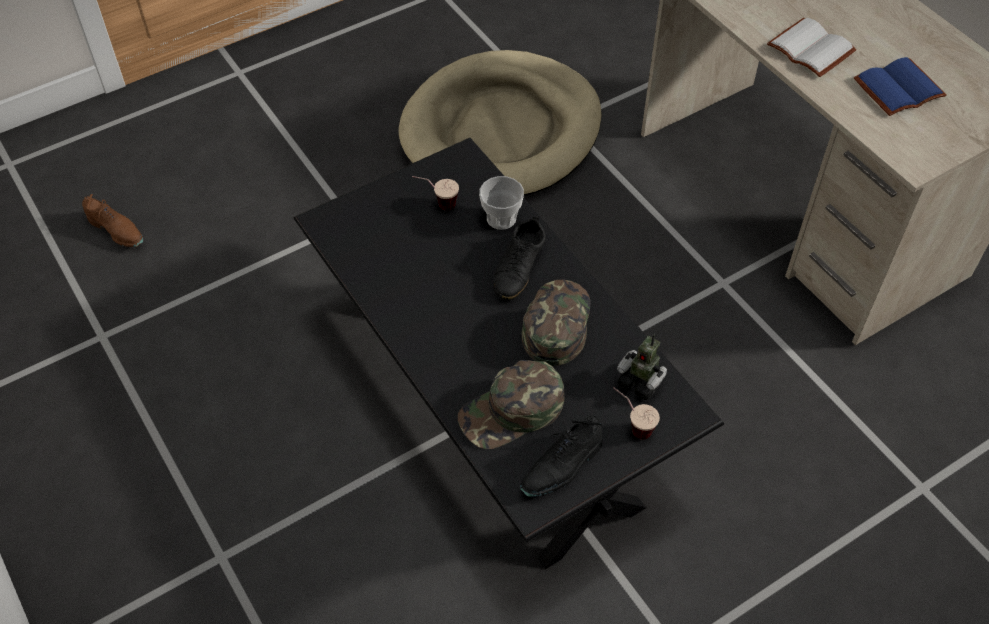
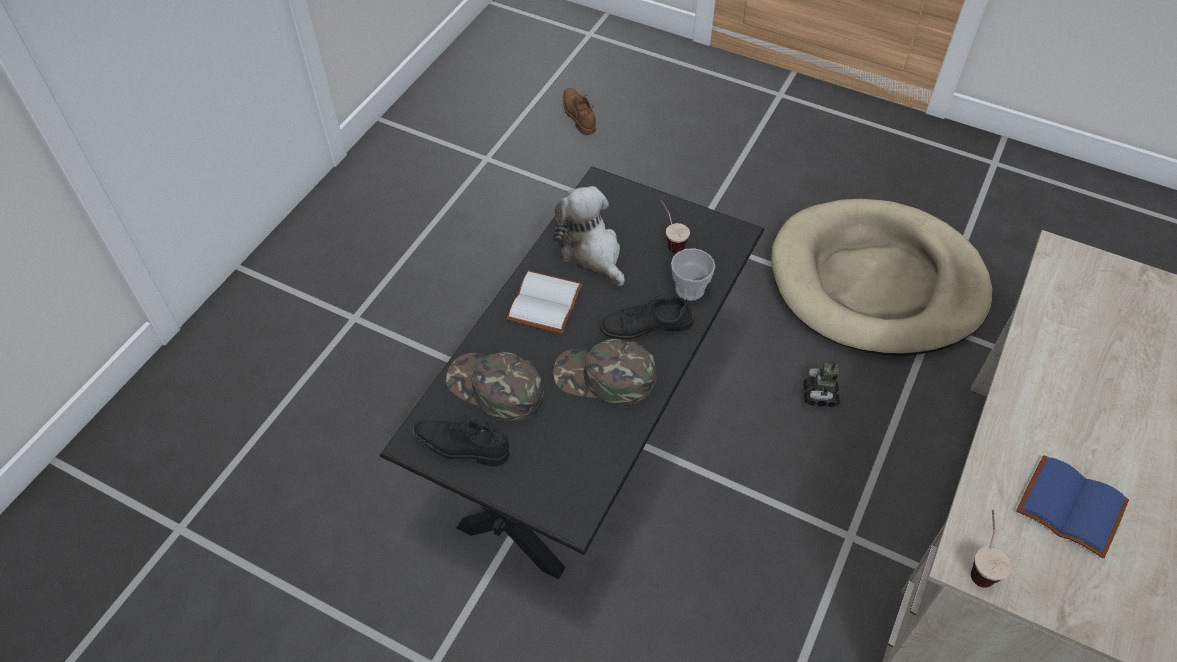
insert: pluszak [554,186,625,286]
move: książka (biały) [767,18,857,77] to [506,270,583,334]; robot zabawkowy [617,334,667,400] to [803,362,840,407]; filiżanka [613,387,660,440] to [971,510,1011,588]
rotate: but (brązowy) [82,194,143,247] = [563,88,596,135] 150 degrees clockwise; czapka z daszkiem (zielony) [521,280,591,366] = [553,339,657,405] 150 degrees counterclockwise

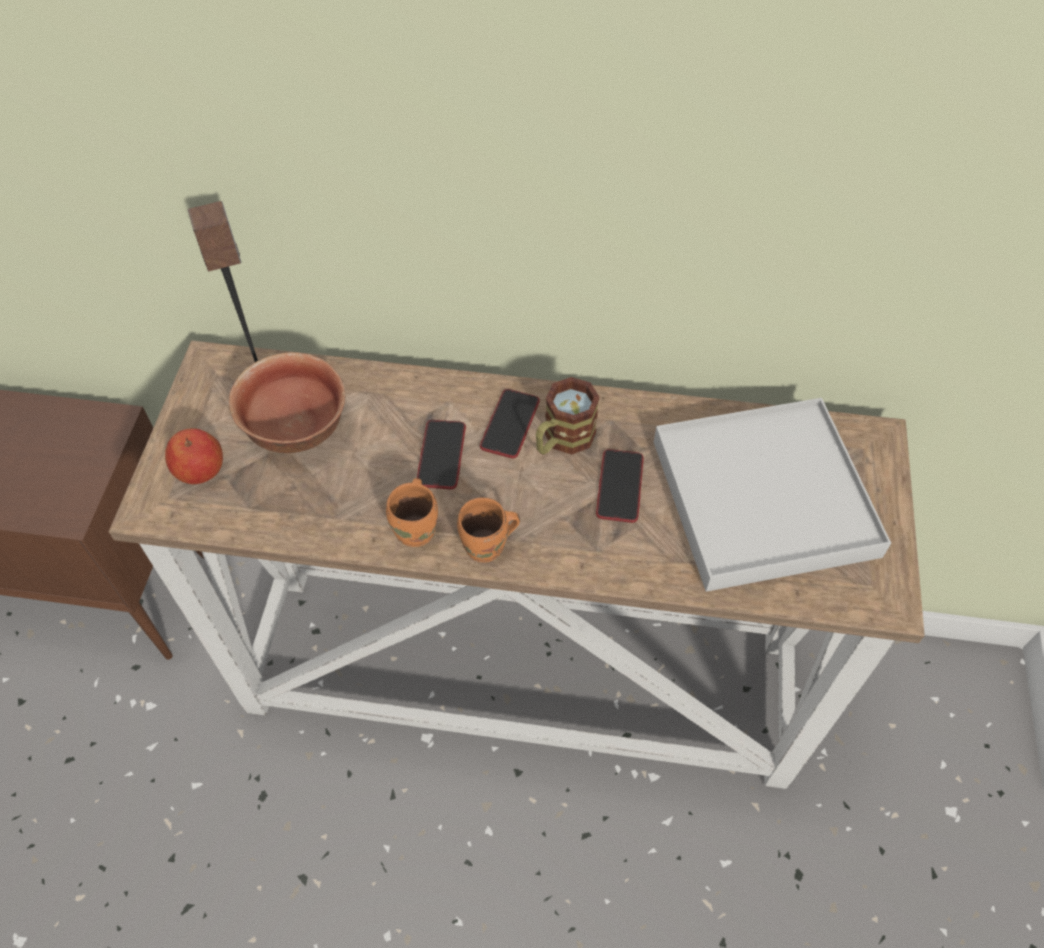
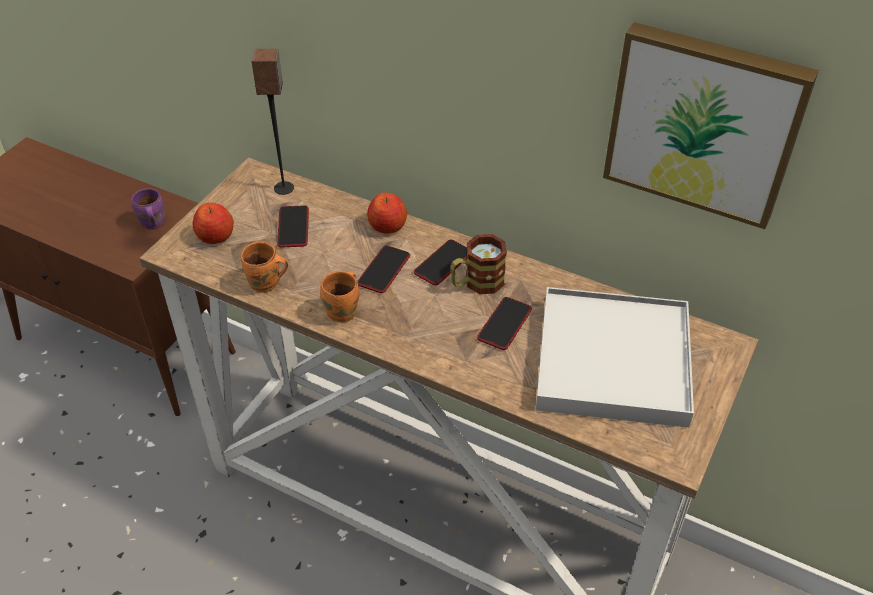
insert: obraz [603,22,819,229]; kubek (fioletowy) [131,189,165,230]; jabłko [367,193,407,234]
move: kubek (pomarańczowy) [457,497,520,562] to [241,242,288,293]
replace: miska [229,352,345,453] to telefon [277,205,309,248]

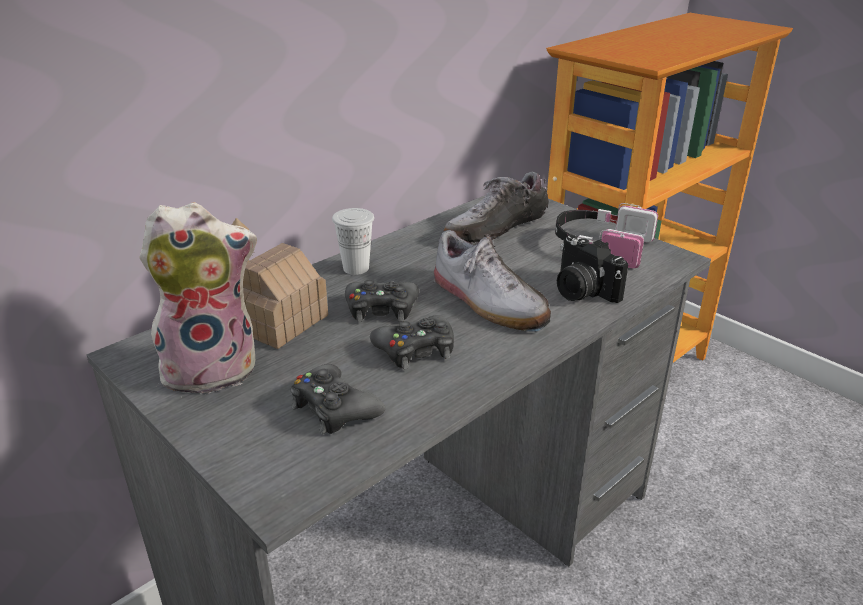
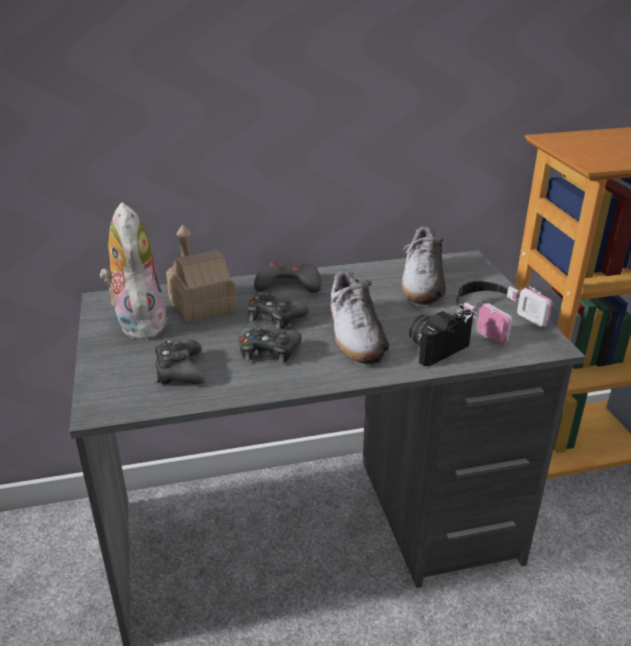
replace: filiżanka (biały) [332,208,374,275] to pad do gier (szary) [254,261,322,293]
rotate: but [443,172,549,243] = [401,226,446,306] 75 degrees counterclockwise; pluszak [140,202,257,394] = [99,202,168,339] 120 degrees counterclockwise; aparat fotograficzny [557,235,628,303] = [409,309,473,366] 60 degrees clockwise

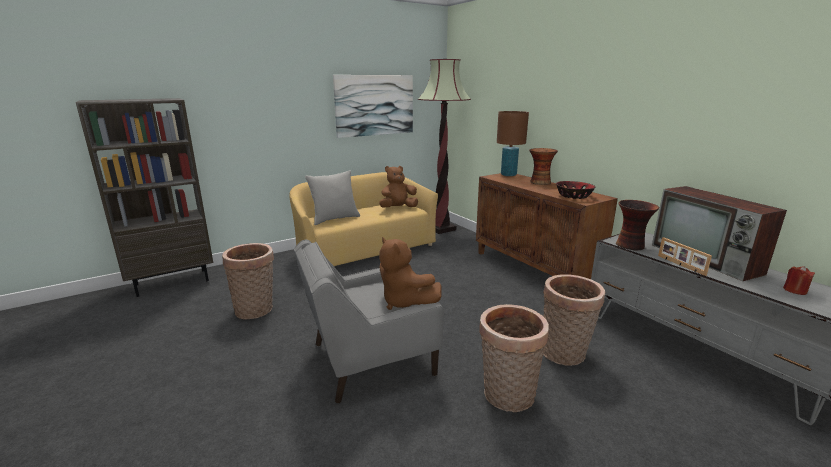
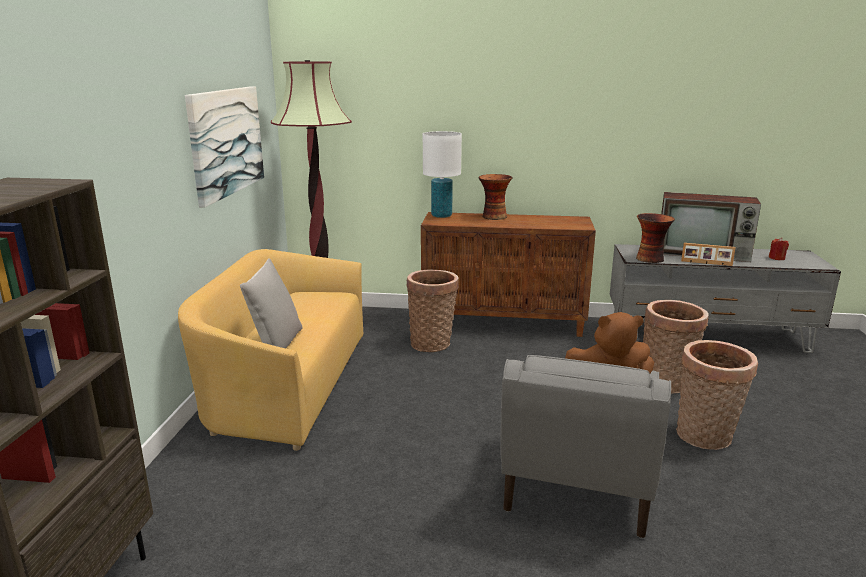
delete: pluszak (brązowy) [379,166,418,207]; miska [556,181,596,199]
move: koszyk [222,243,274,320] to [406,269,459,352]
recolor: lampa stołowa (brązowy) [497,111,529,176] to lampa stołowa (biały) [423,131,462,218]

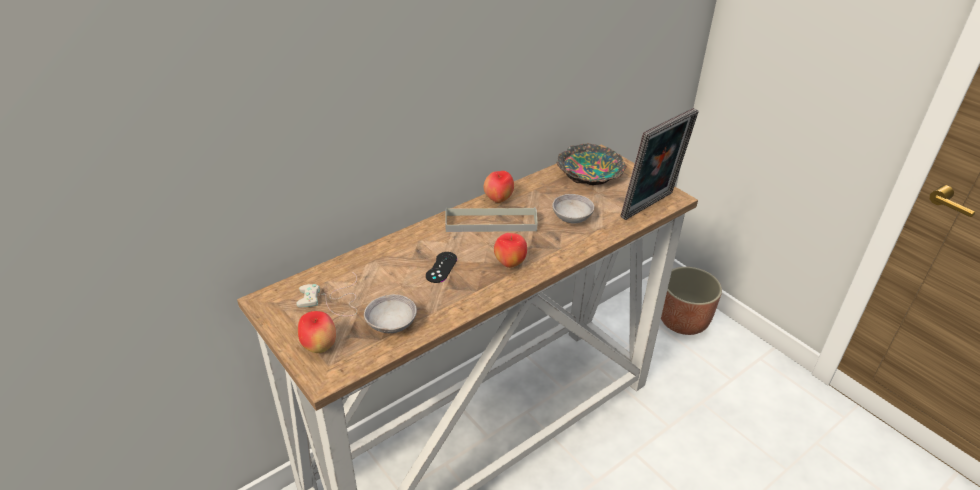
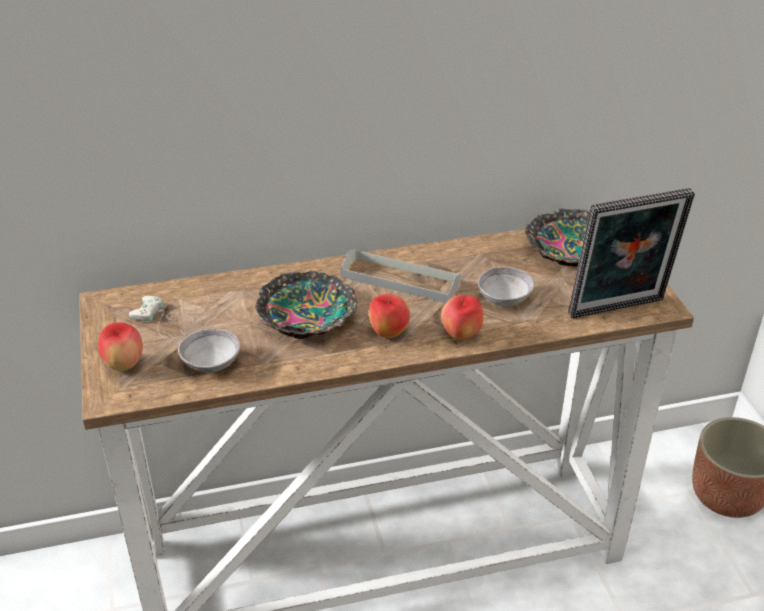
move: jabłko [483,171,514,203] to [441,295,484,340]
replace: pad do gier (czarny) [426,252,457,283] to miska [255,270,357,339]

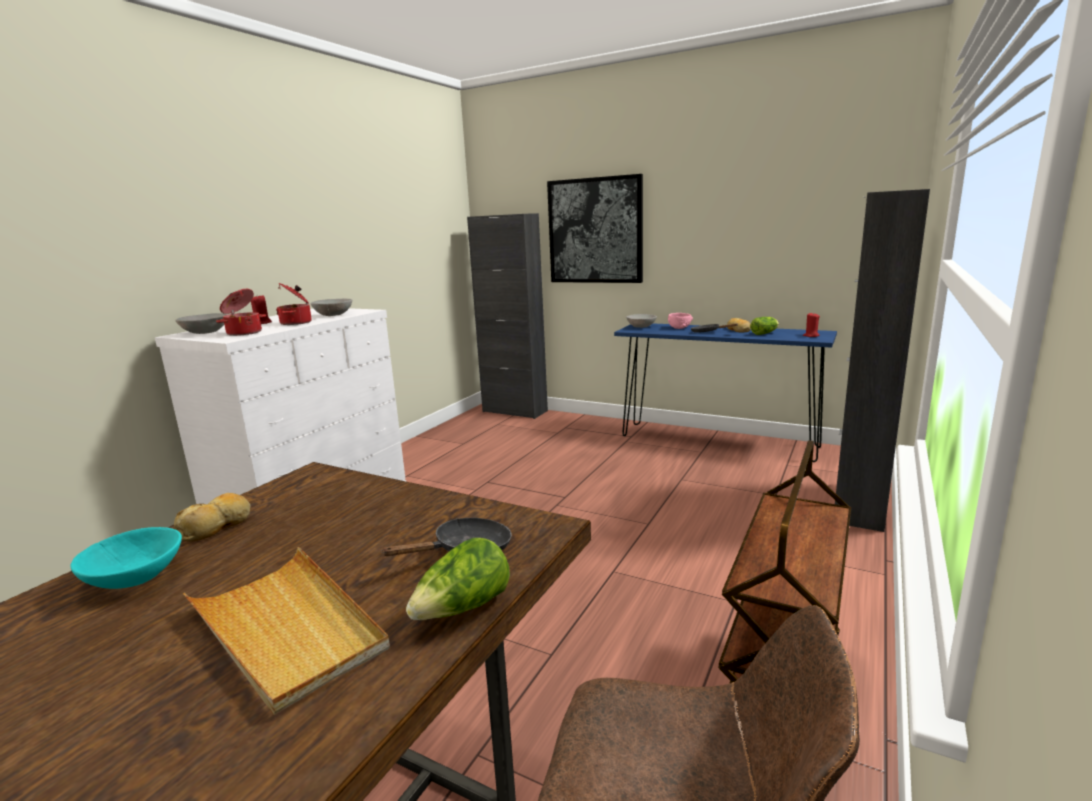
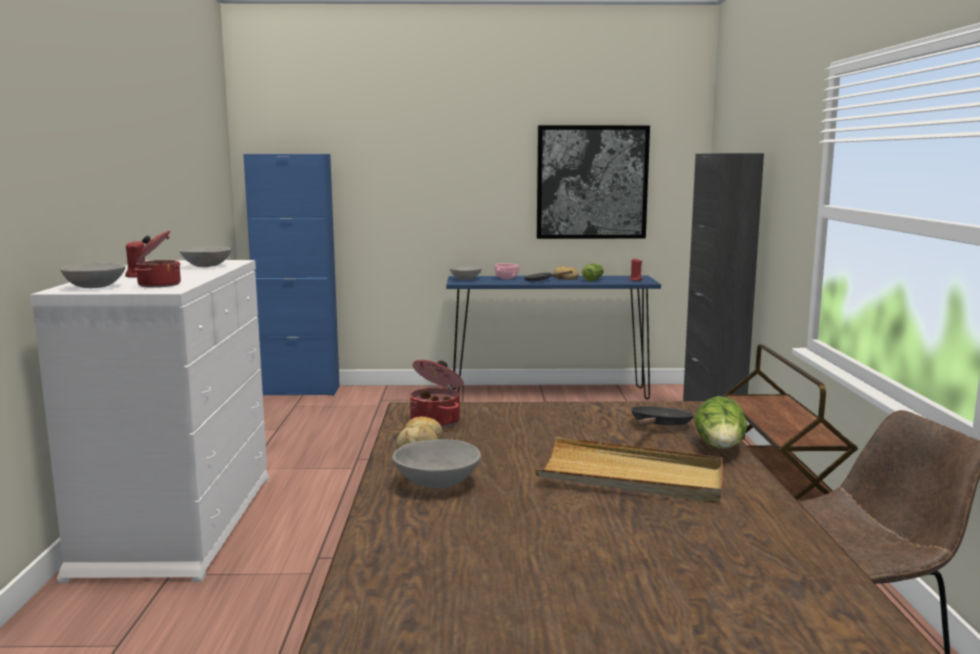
move: obraz [547,174,643,283] to [537,125,650,239]; garnek [276,283,312,325] to [410,360,463,427]
recolor: szafka (czarny) [467,213,548,419] to szafka (niebieski) [243,154,340,396]; miska (turkusowy) [71,527,182,589] to miska (szary) [392,439,481,488]

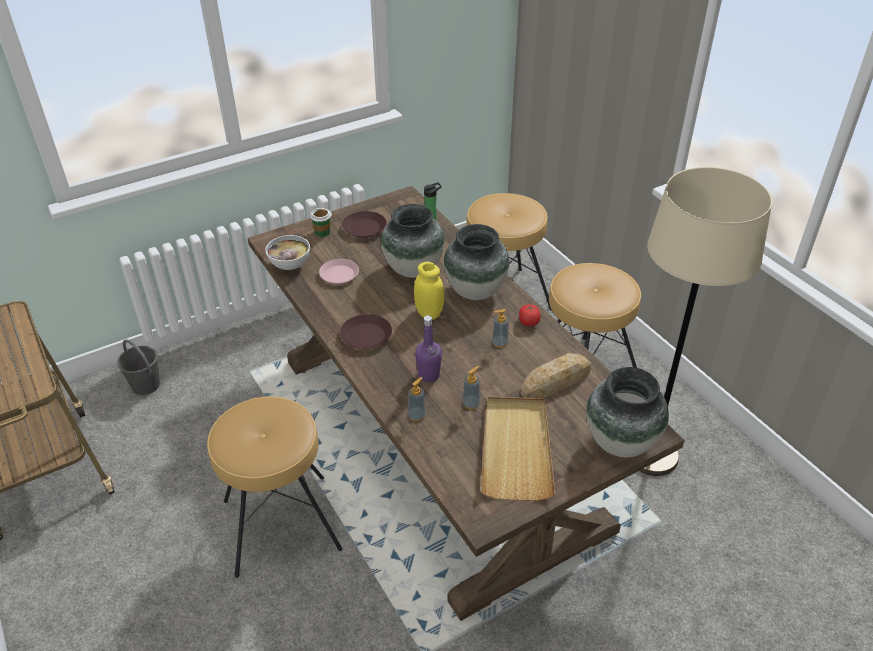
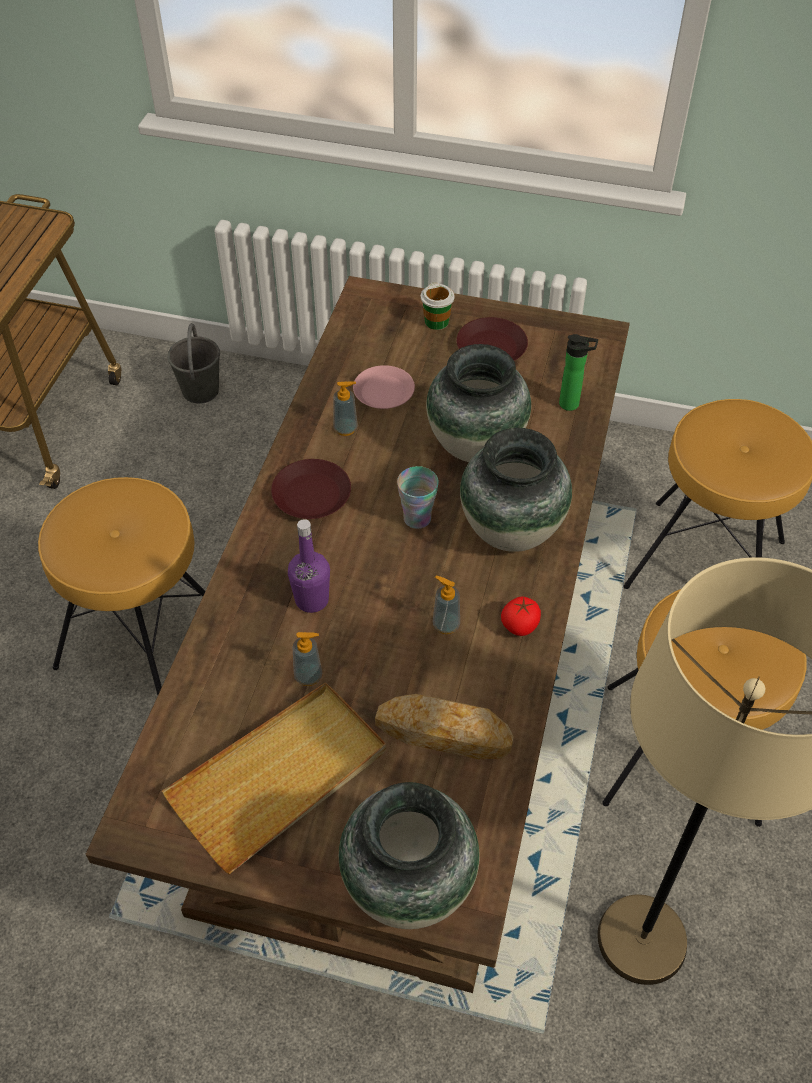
delete: miska [265,235,310,270]
move: dozownik mydła [408,377,426,421] to [333,381,358,436]
replace: słoik (żółty) [414,262,444,320] to filiżanka [397,466,439,529]

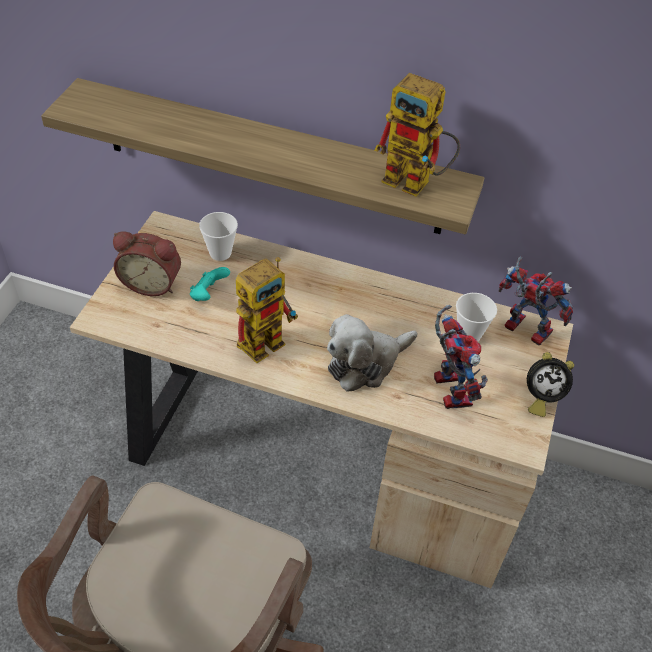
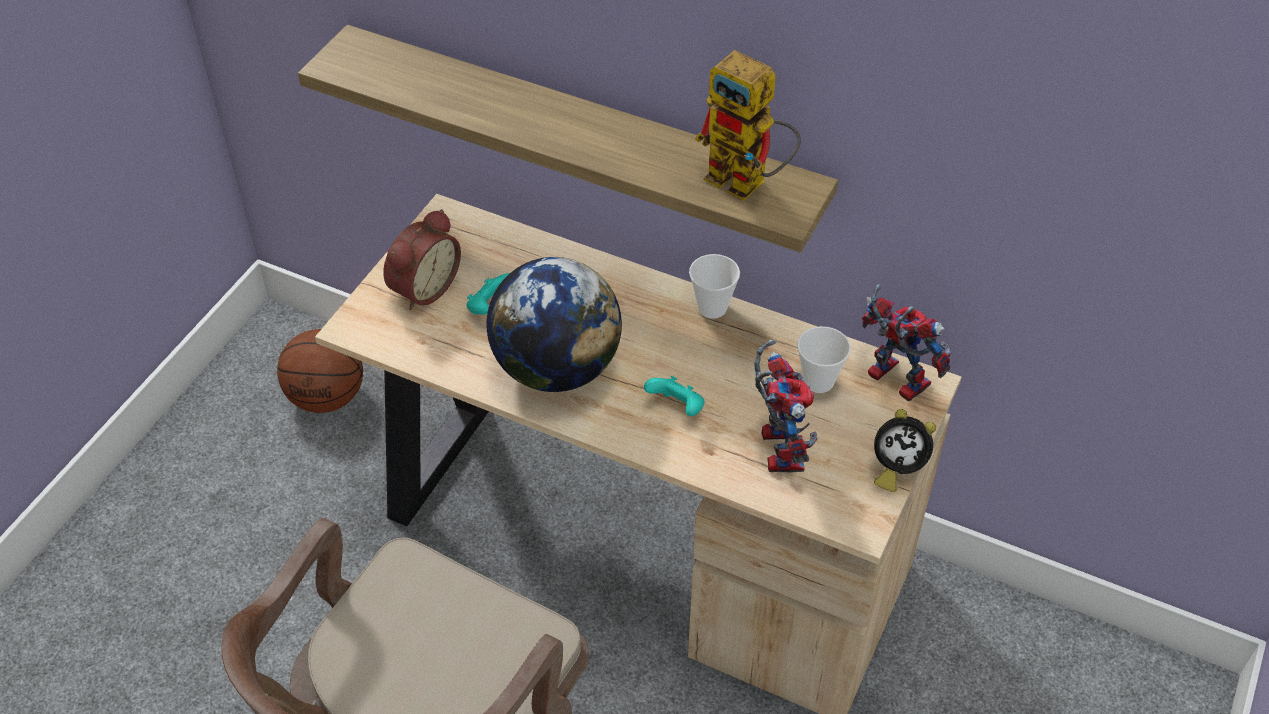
insert: piłka do koszykówki [277,329,363,413]
move: filiżanka [199,212,238,261] to [689,254,740,319]
replace: robot zabawkowy [236,257,298,363] to globus [487,257,622,392]; pluszak [327,314,417,392] to pad do gier (turkusowy) [644,376,705,416]
rotate: budzik [113,231,181,296] = [383,209,461,310] 75 degrees counterclockwise

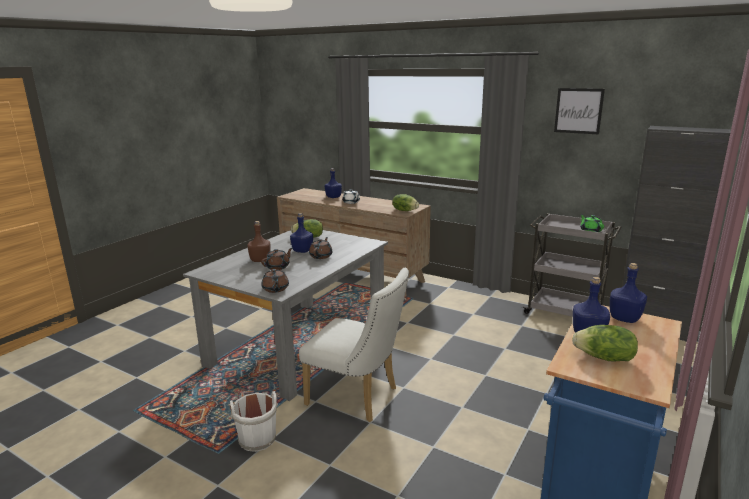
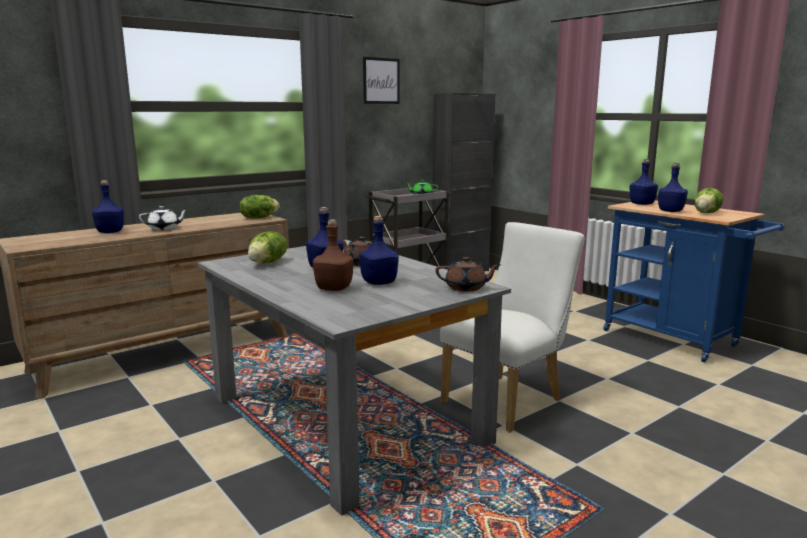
delete: wiadro (biały) [228,391,278,452]
replace: imbryk (brązowy) [261,248,292,270] to butelka (niebieski) [359,216,399,285]

